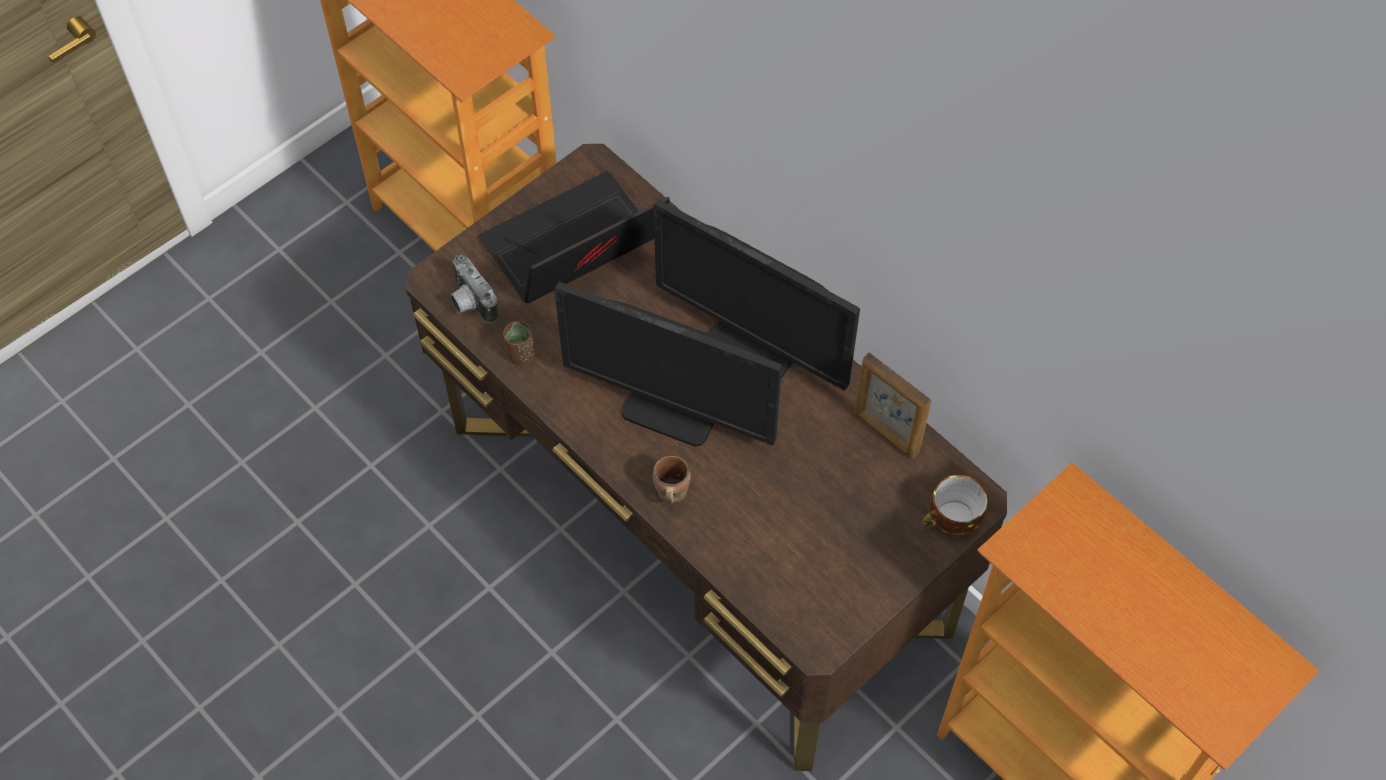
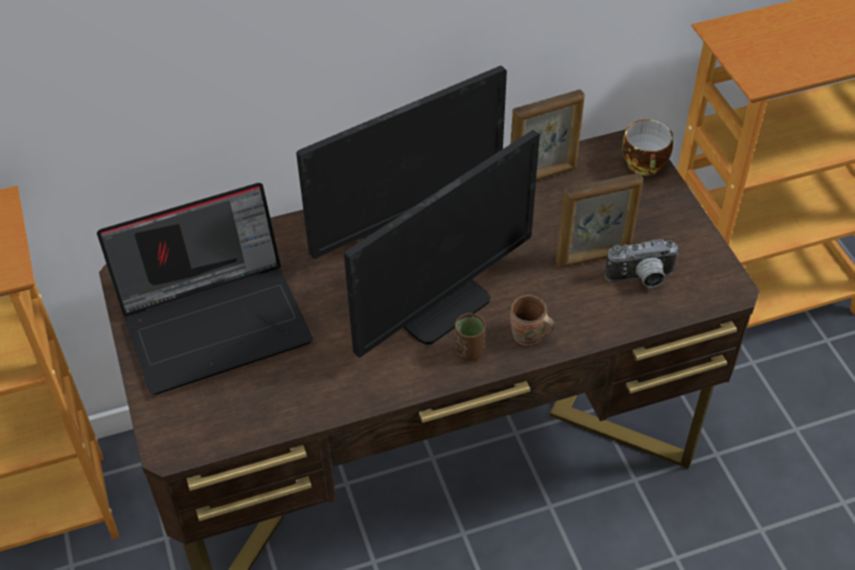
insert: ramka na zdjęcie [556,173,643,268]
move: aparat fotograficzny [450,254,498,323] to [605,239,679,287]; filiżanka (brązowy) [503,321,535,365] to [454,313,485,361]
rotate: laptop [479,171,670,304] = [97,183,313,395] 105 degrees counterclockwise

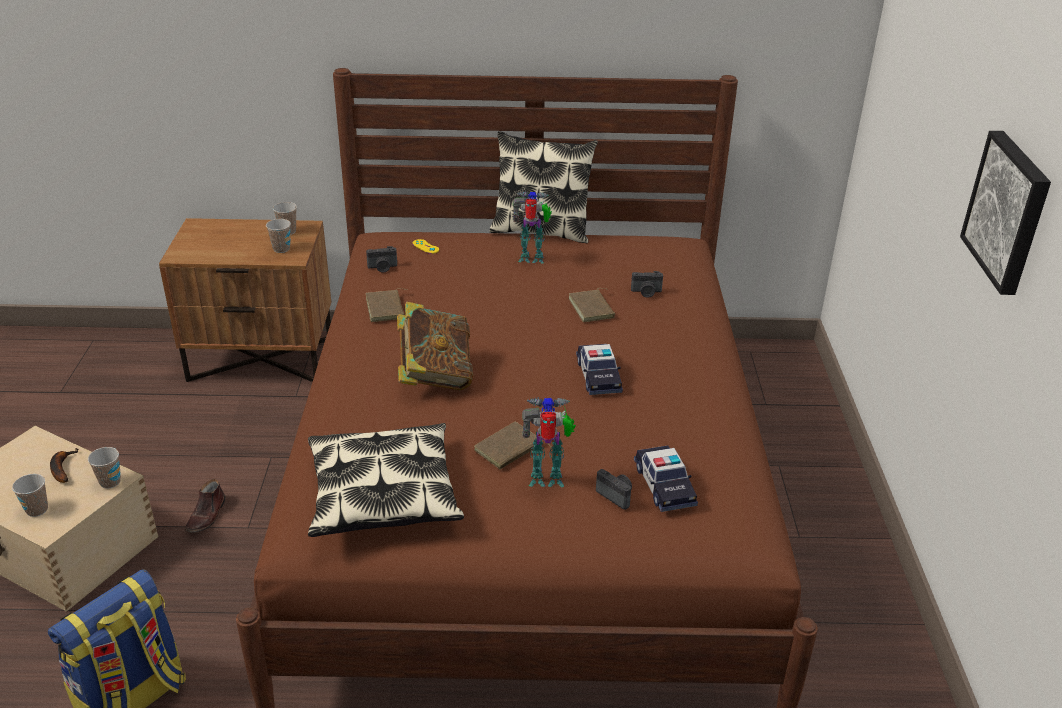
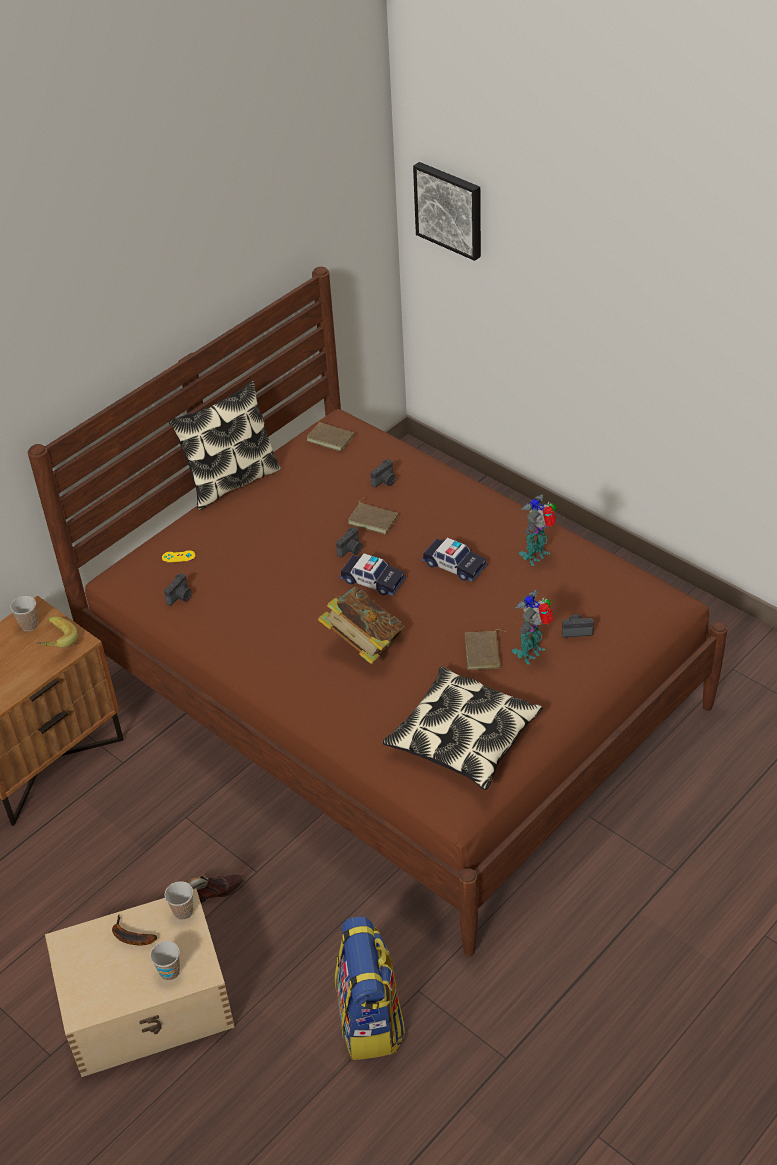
insert: aparat fotograficzny [336,527,362,557]
move: obraz [960,131,1051,295] to [413,162,481,261]; robot zabawkowy [513,191,552,264] to [519,494,557,566]; książka (brązowy) [365,288,407,322] to [307,417,354,451]; samochodzik [634,445,698,512] to [340,553,406,596]
replace: filiżanka [266,219,291,253] to banan [37,617,78,647]
rotate: but (brązowy) [185,479,226,533] = [187,873,245,903] 75 degrees counterclockwise

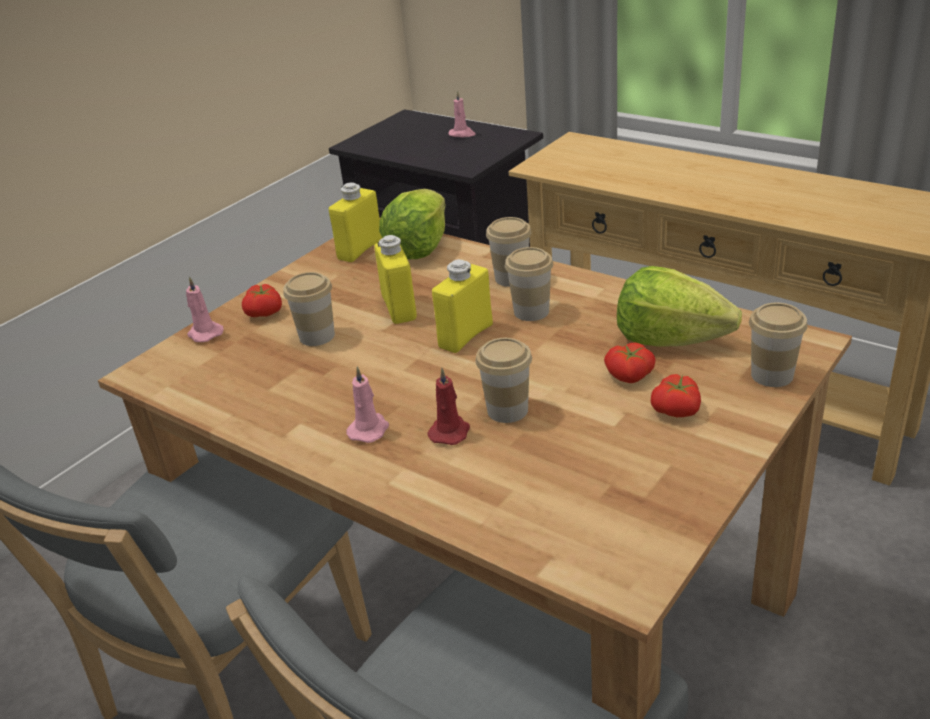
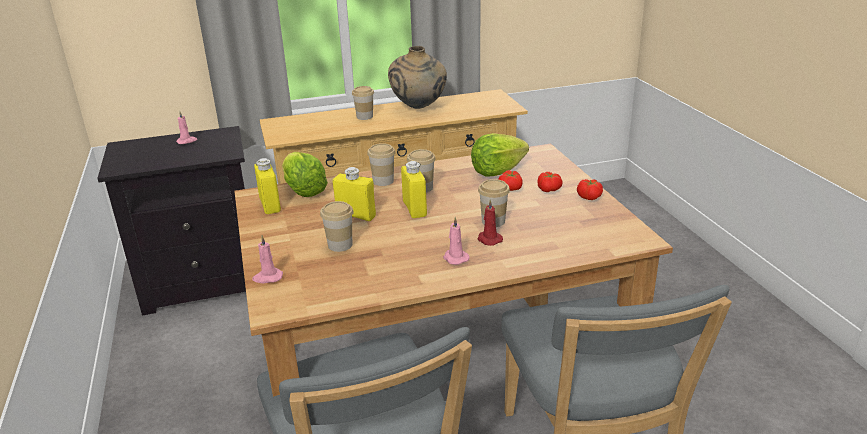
insert: wazon (beżowy) [388,46,447,109]
move: pomidor [242,284,282,317] to [577,179,603,200]; filiżanka [749,303,808,387] to [352,86,374,120]

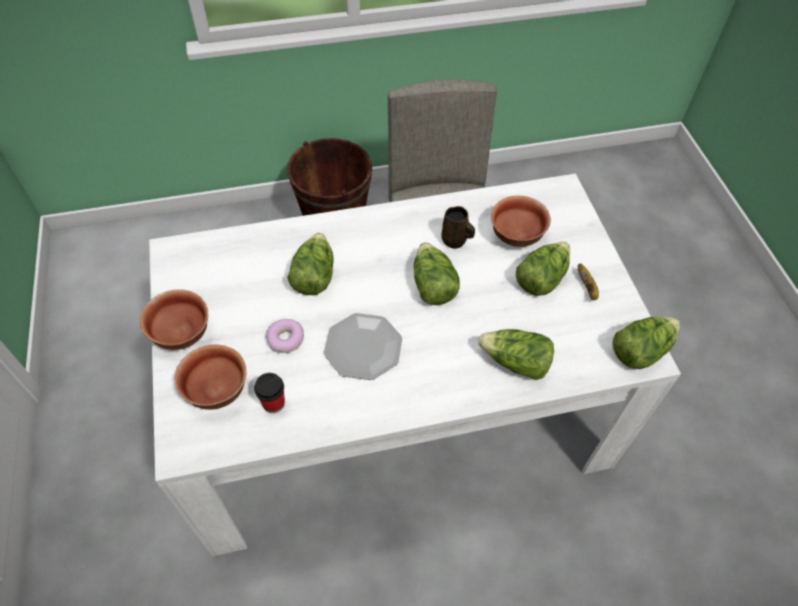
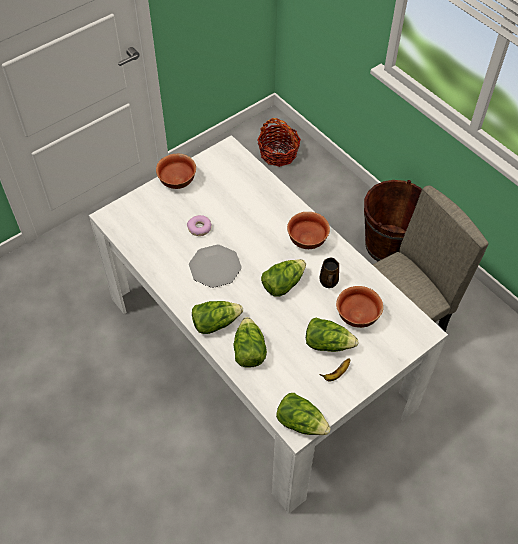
delete: filiżanka [254,373,285,413]
insert: koszyk [257,118,301,167]
move: sałata [287,233,334,295] to [192,301,243,334]; miska [174,344,246,410] to [287,212,330,249]

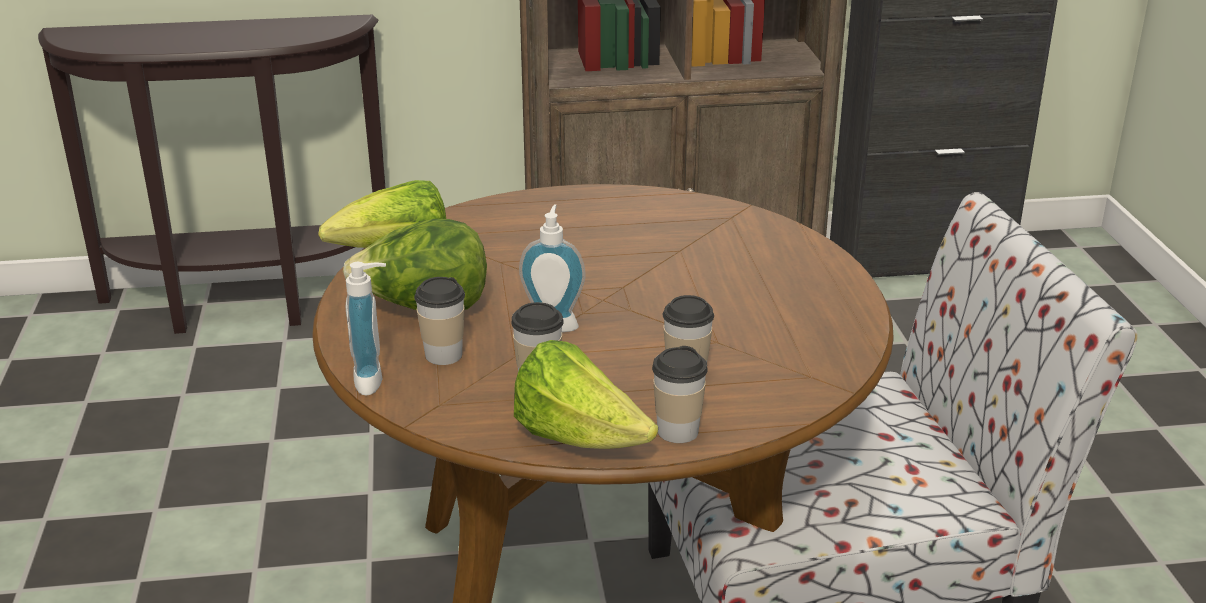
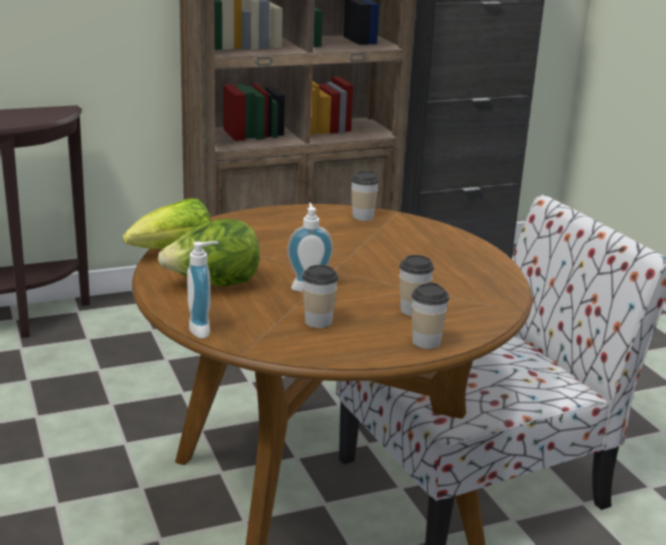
delete: sałata [514,340,658,449]
move: filiżanka [414,277,465,365] to [351,171,379,221]

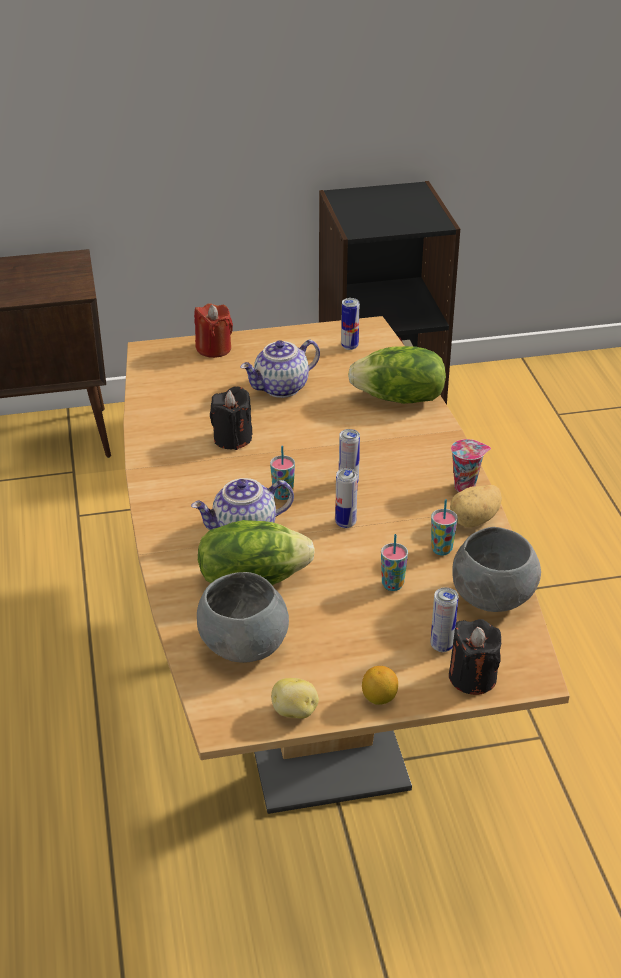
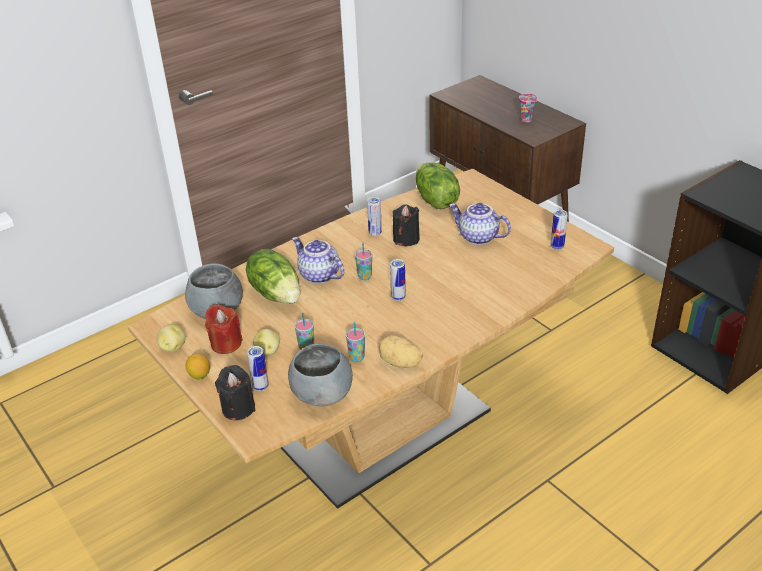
insert: ziemniak [253,329,280,356]
move: świeca (czerwony) [194,303,233,358] to [205,304,243,354]; sałata [348,346,446,404] to [416,162,460,209]; filiżanka [451,439,491,492] to [519,93,537,122]; puszka [335,468,358,528] to [367,197,382,236]

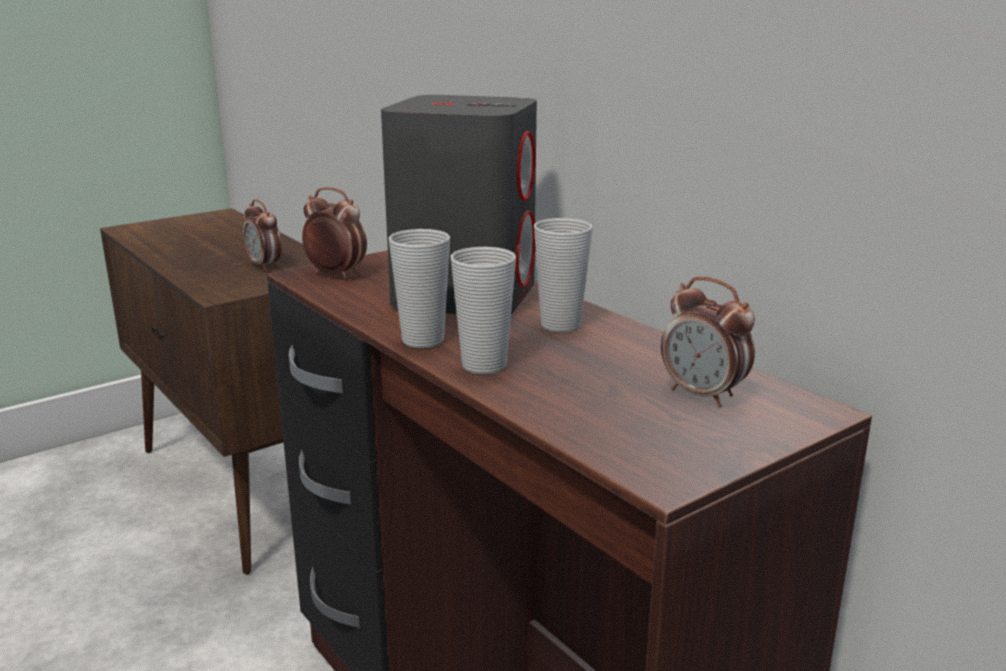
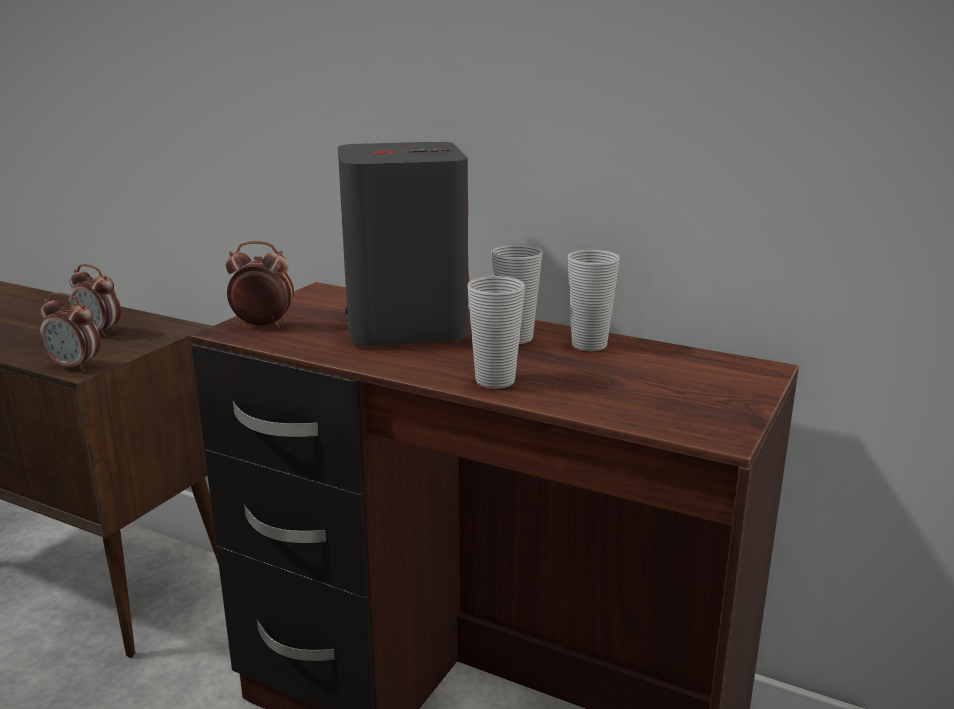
move: filiżanka [388,229,450,348] to [568,249,620,351]; budzik [661,277,755,408] to [40,292,100,372]

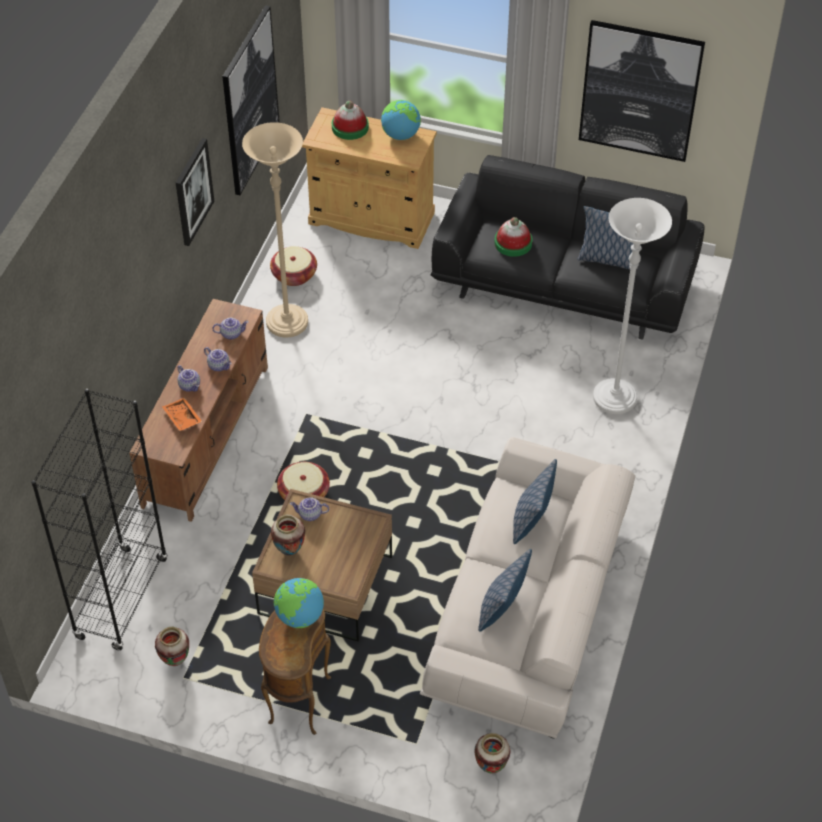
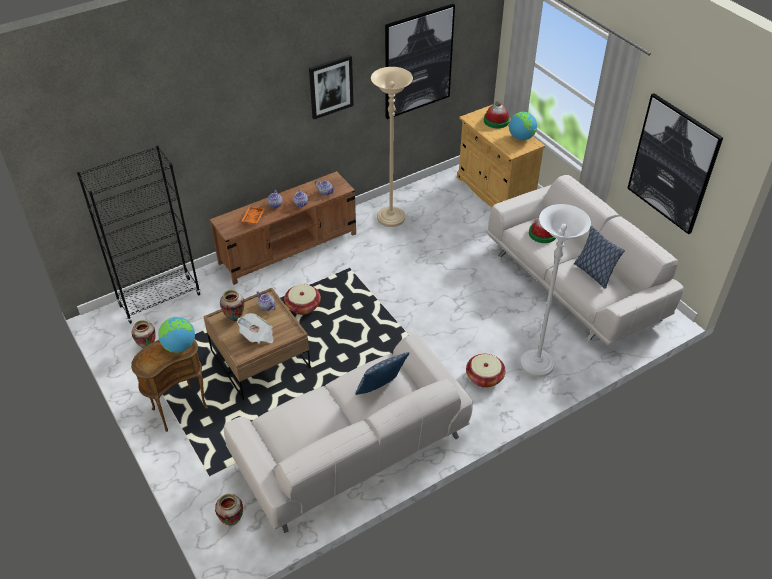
delete: poduszka [478,549,532,632]
insert: gazeta [237,313,273,344]
move: koszyk [270,246,317,286] to [466,354,505,388]
recolor: kanapa (czarny) [430,155,705,339] to kanapa (biały) [486,175,684,346]

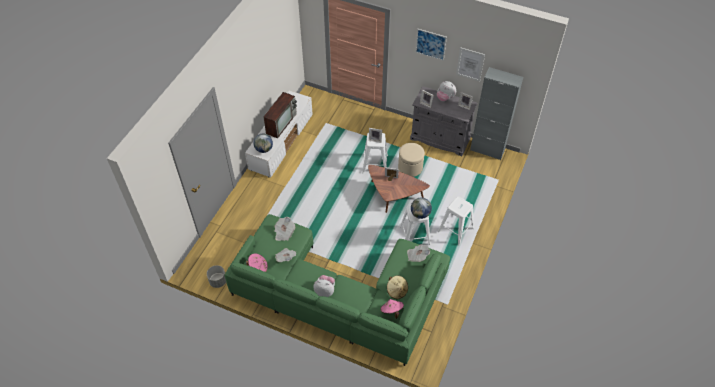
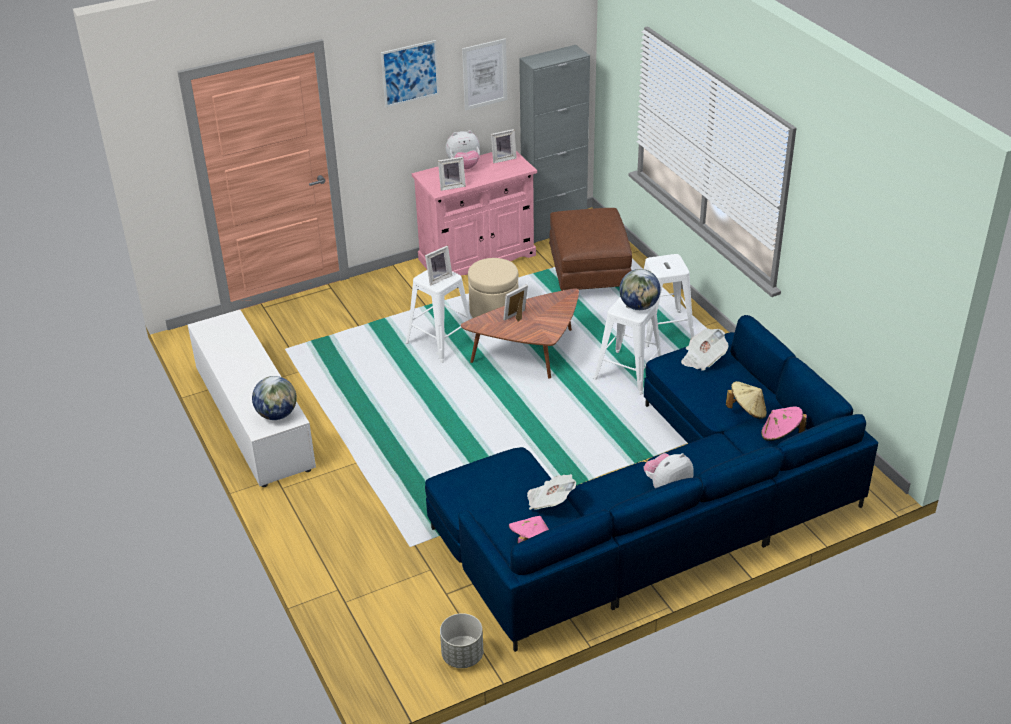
delete: telewizor [263,92,297,138]; gazeta [274,217,295,241]
insert: pufa (brązowy) [549,208,632,291]
recolor: szafka (szary) [410,86,478,156] to szafka (różowy) [412,151,537,275]; kanapa (zielony) [224,214,450,366] to kanapa (niebieski) [425,315,878,652]

